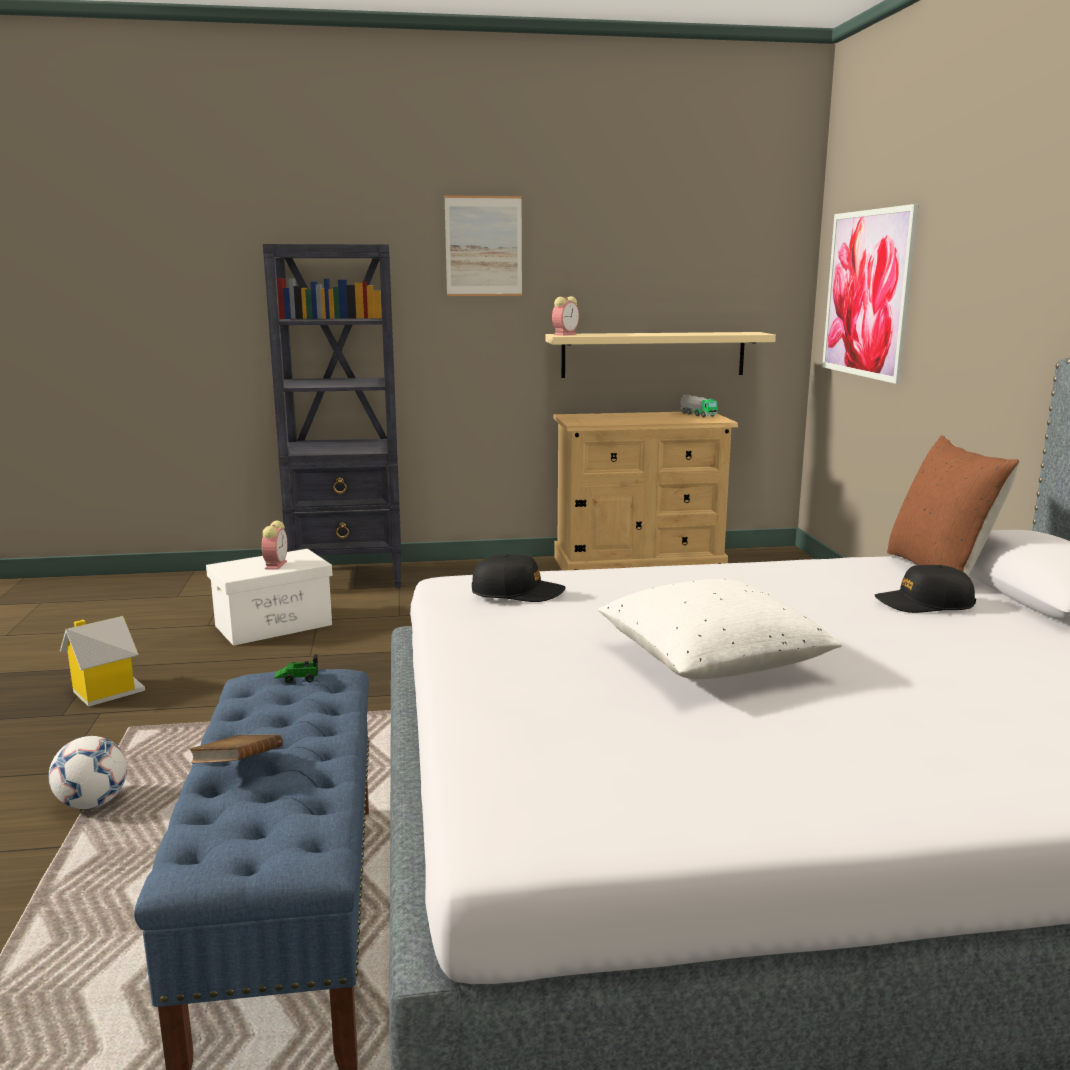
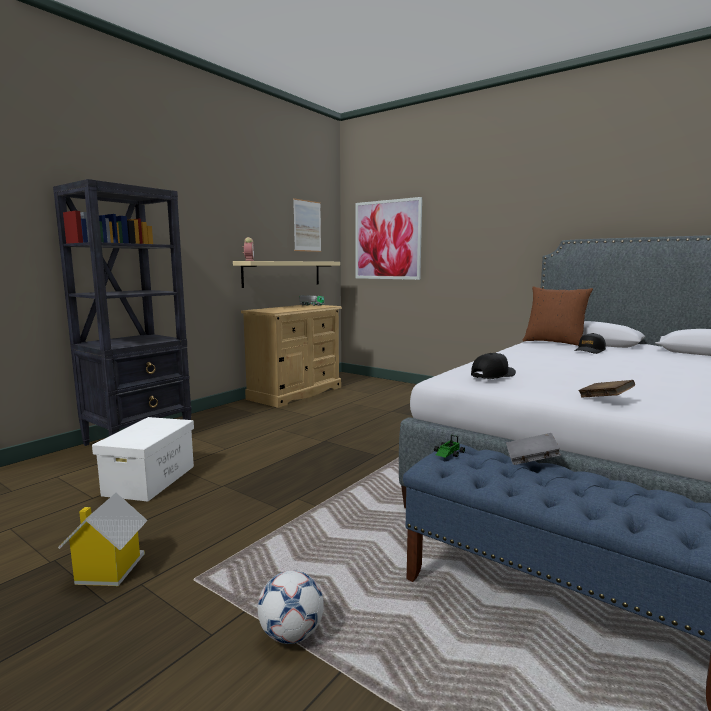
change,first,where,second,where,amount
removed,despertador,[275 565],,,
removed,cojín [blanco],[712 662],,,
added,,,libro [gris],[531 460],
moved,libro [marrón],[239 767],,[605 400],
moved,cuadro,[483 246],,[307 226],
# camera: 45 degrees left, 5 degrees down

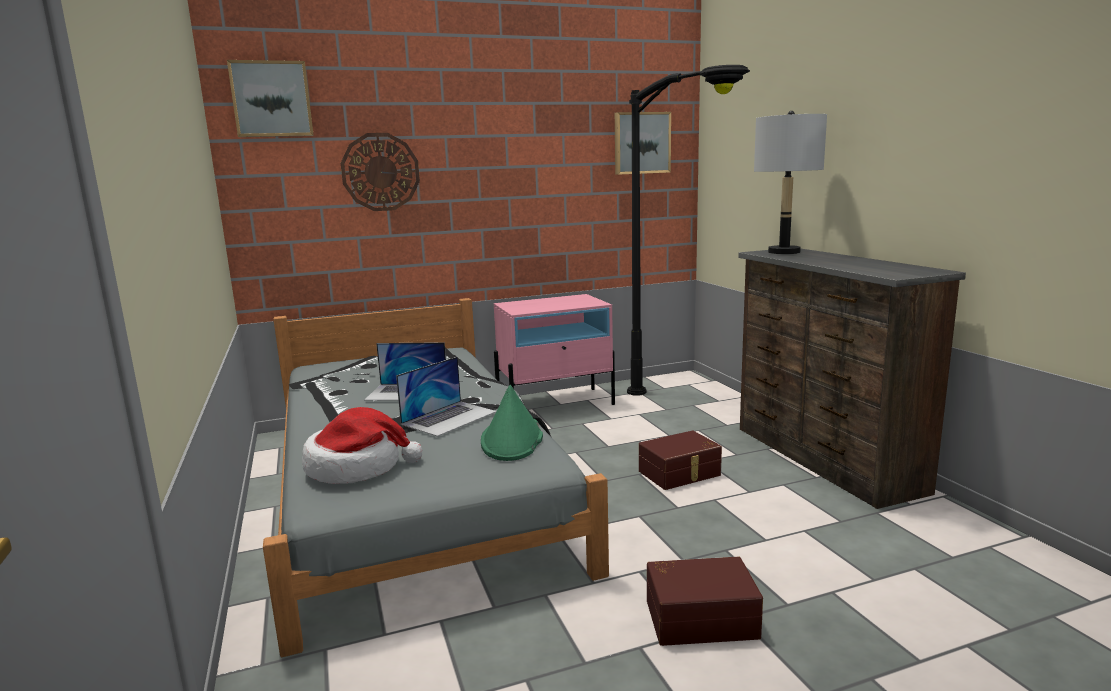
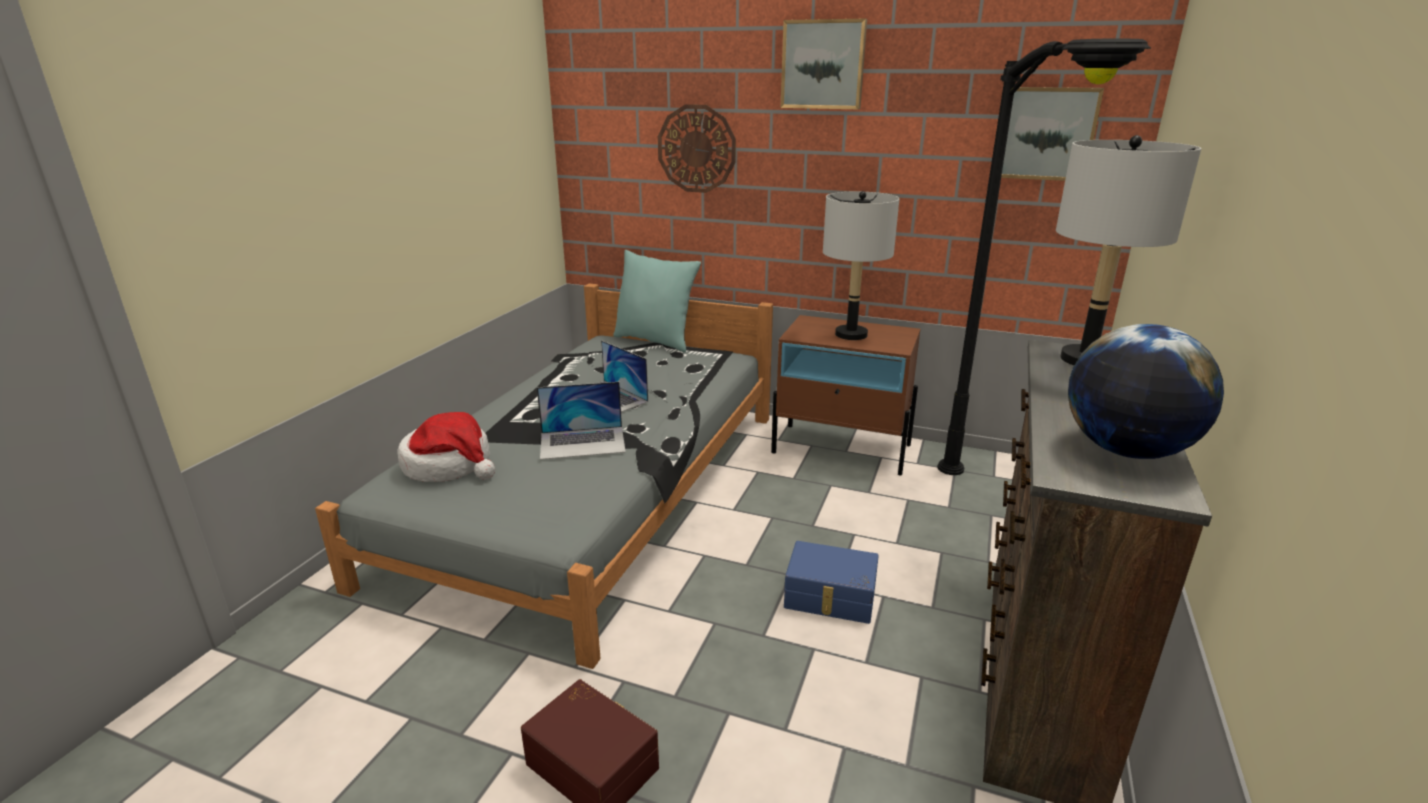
change,first,where,second,where,amount
removed,sombrero [verde],[512 440],,,
added,,,cojín [turquesa],[656 341],
added,,,lámpara de mesa [gris],[851 335],
added,,,globo terráqueo,[1126 451],
moved,cuadro,[271 99],,[823 64],
recoloured,mesita de noche [rosa],[556 403],mesita de noche [marrón],[842 449],
recoloured,caja de almacenaje [marrón],[680 474],caja de almacenaje [azul],[830 597],
# camera: 40 degrees right, 10 degrees up

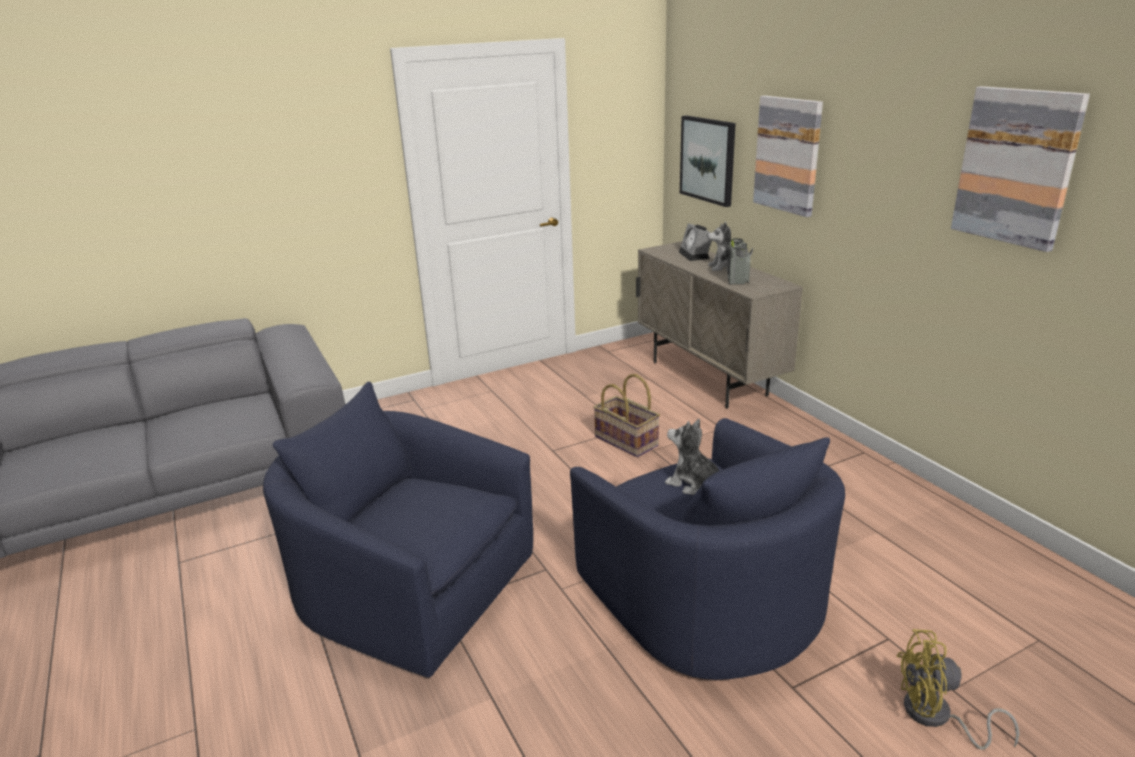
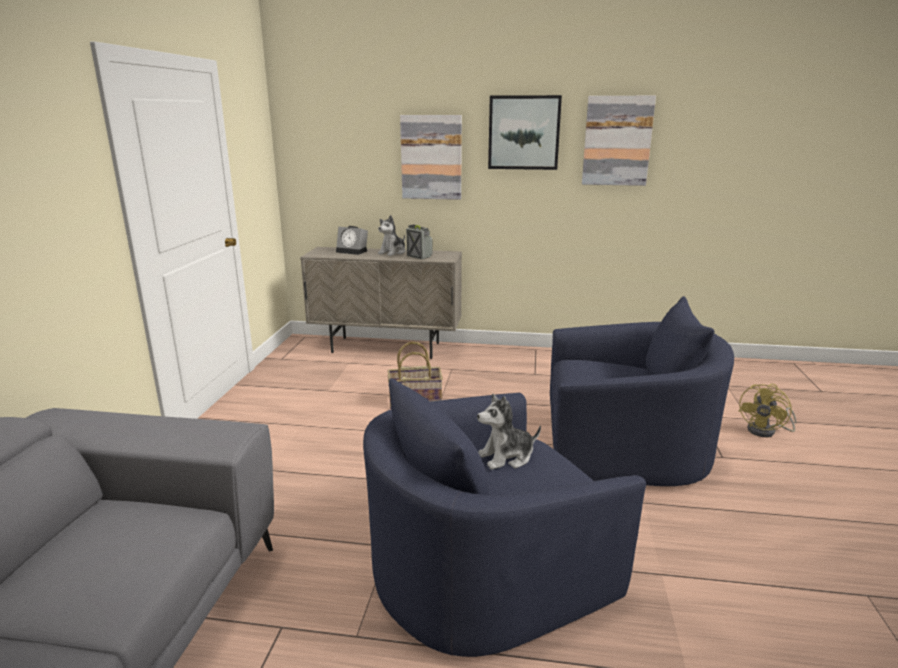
change,first,where,second,where,amount
moved,peluche,[693 483],,[507 457],
moved,cuadro,[708 160],,[524 132],
# camera: 55 degrees left, 5 degrees down

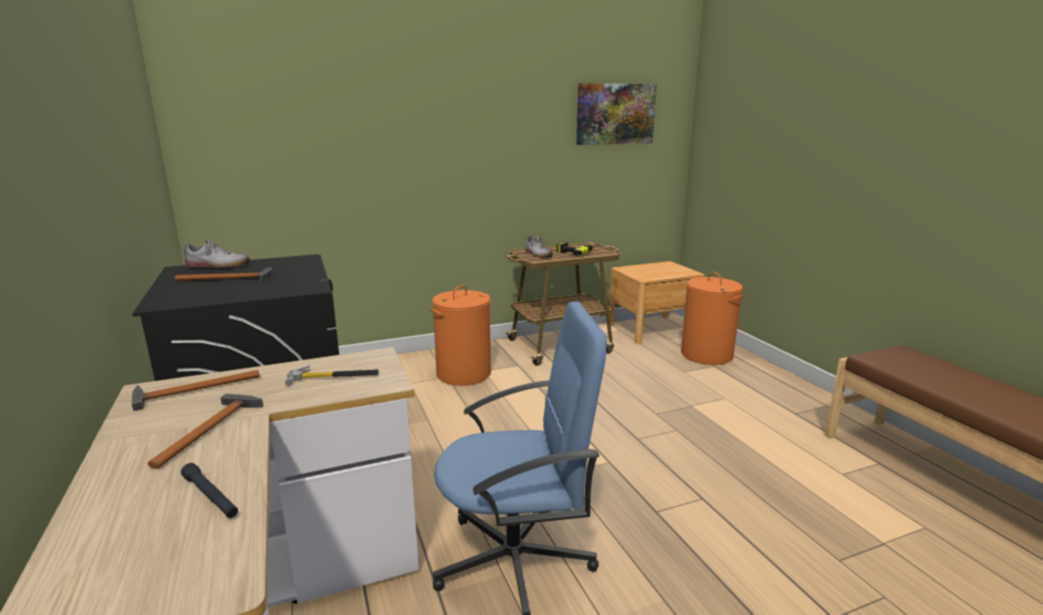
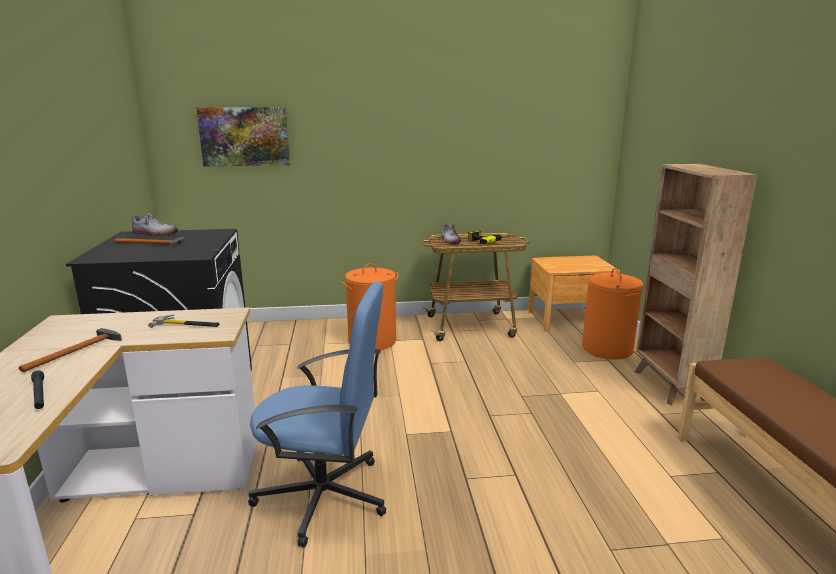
change,first,where,second,where,amount
removed,martillo,[191 390],,,
added,,,estantería [marrón],[670 387],
moved,cuadro,[615 114],,[244 136],
# camera: 15 degrees right, 0 degrees up

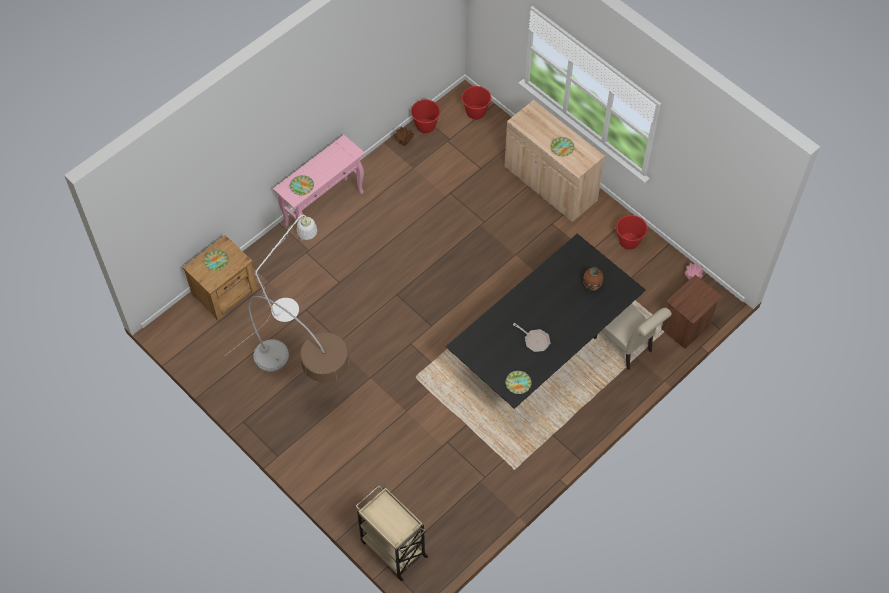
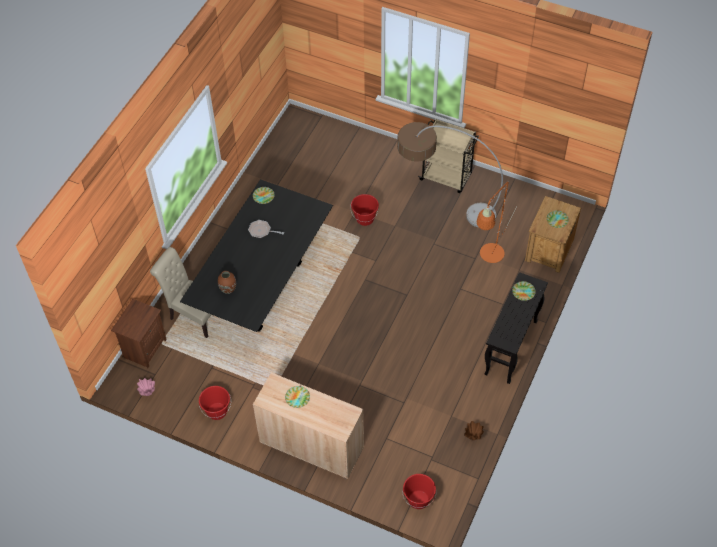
change,first,where,second,where,amount
moved,carrito [beis],[392 548],,[446 177],
moved,cubo [rojo],[425 126],,[365 219],
recoloured,lámpara de pie [blanco],[291 305],lámpara de pie [naranja],[489 258],
recoloured,mesa consola [rosa],[324 208],mesa consola [negro],[511 348],
# camera: 160 degrees right, 5 degrees down

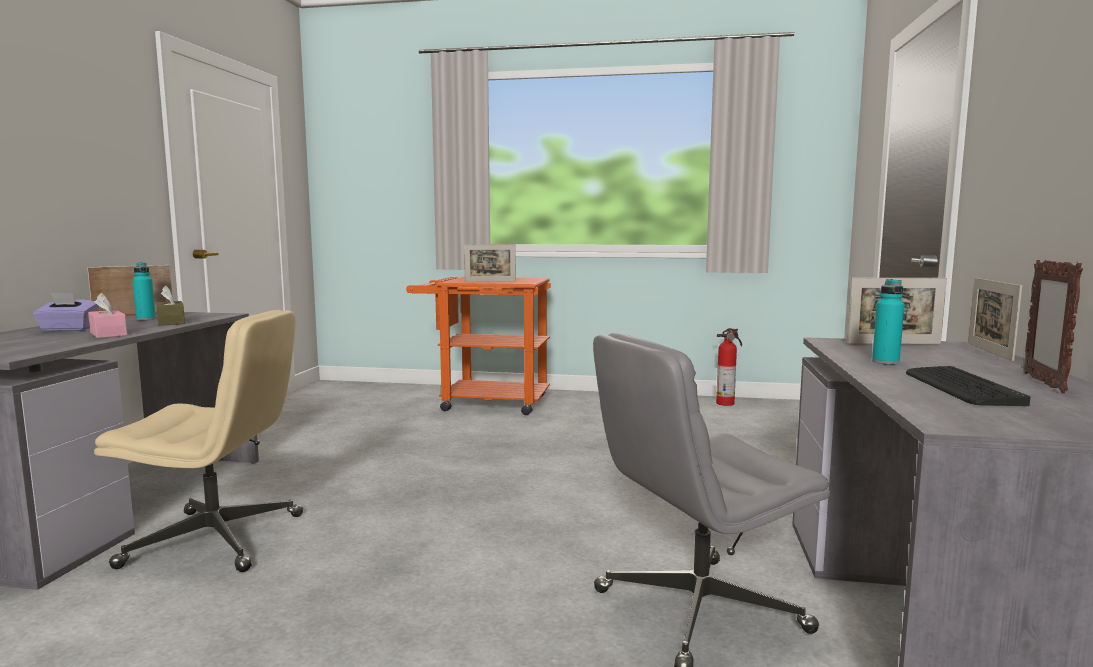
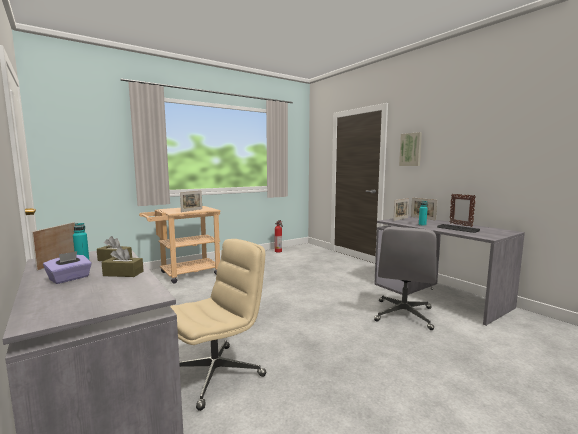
change,first,where,second,where,amount
added,,,cuadro,[411 149],
recoloured,caja de pañuelos [rosa],[108 334],caja de pañuelos [marrón],[123 273],
recoloured,carrito [naranja],[484 402],carrito [beis],[184 274],
# camera: 45 degrees left, 0 degrees up

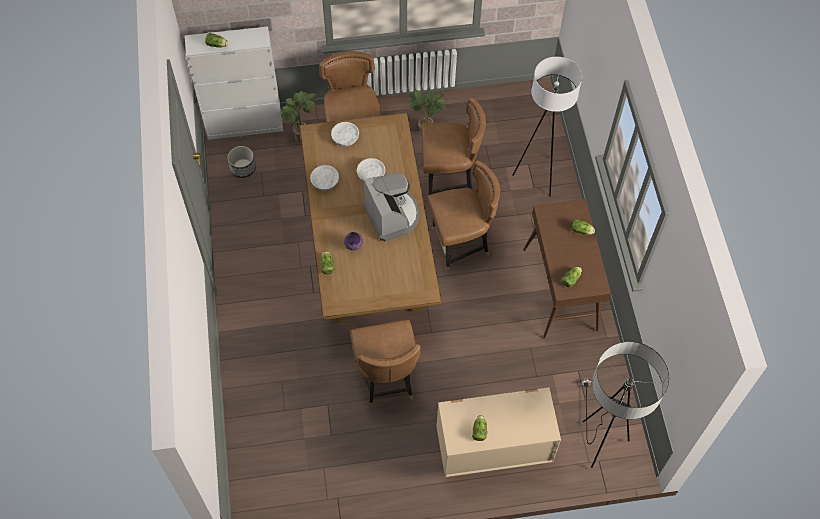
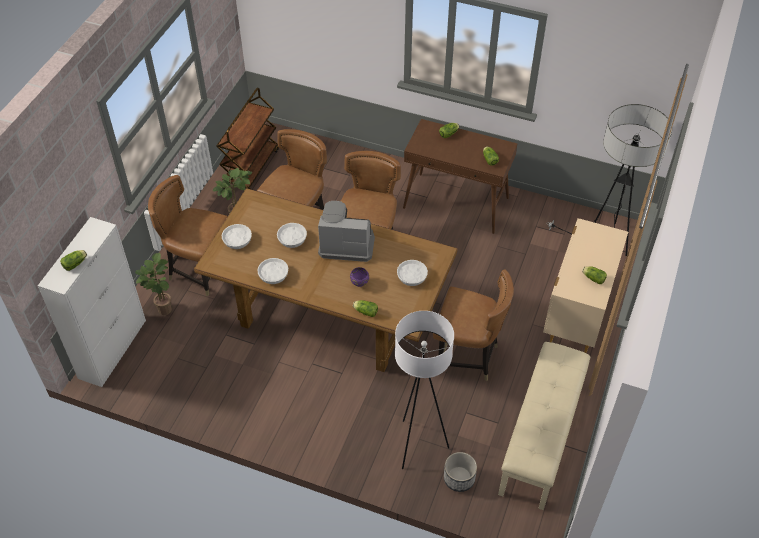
change,first,where,second,where,amount
added,,,carrito [marrón],[251 168],
added,,,cuenco [blanco],[412 277],
added,,,banco [beis],[541 438],
moved,maceta,[243 168],,[459 479],
moved,lámpara de pie [blanco],[538 176],,[418 444],
# camera: 60 degrees left, 10 degrees down

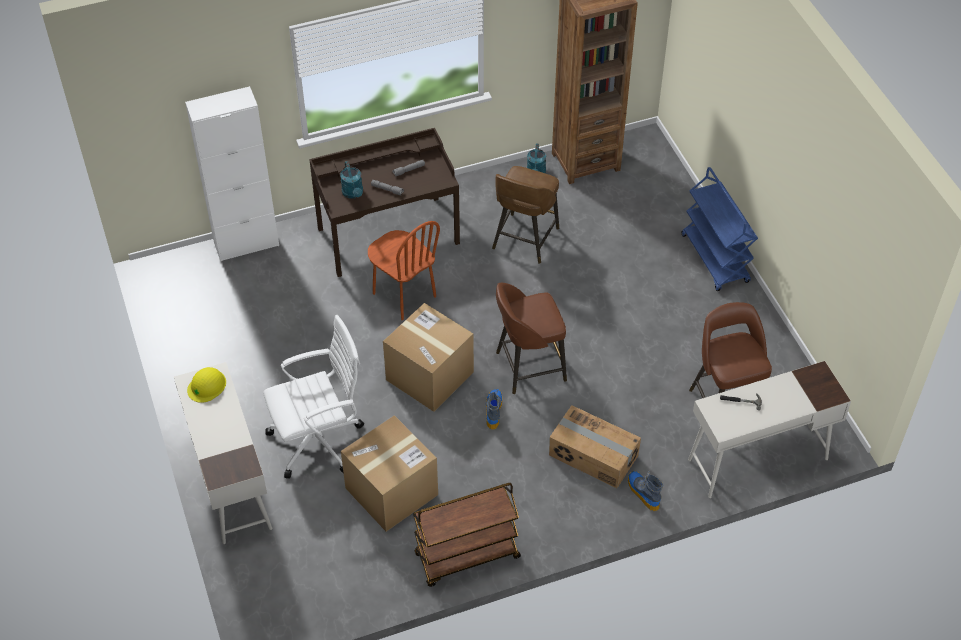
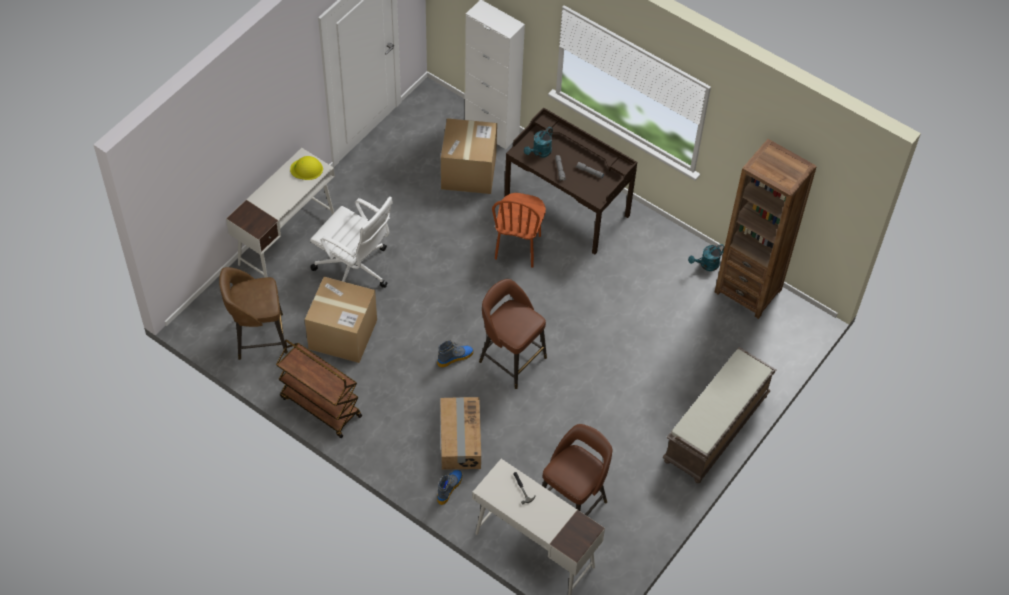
change,first,where,second,where,amount
moved,caja de cartón,[429 376],,[468 172],
moved,taburete [marrón],[524 240],,[258 336],
replaced,carrito [azul],[715 259],banco [marrón],[716 429],
# camera: 55 degrees right, 5 degrees up

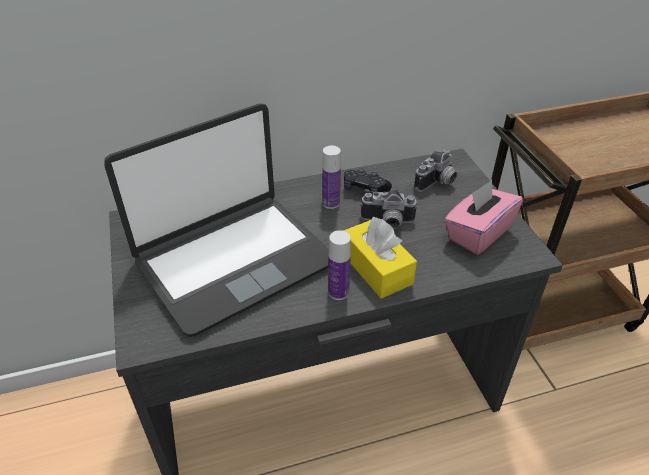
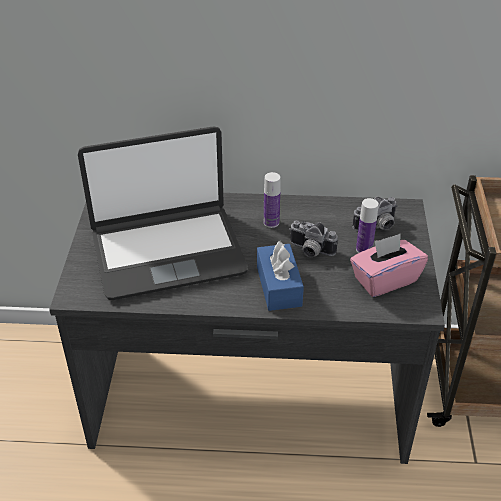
change,first,where,second,where,amount
removed,mando de consola [negro],[365 189],,,
moved,botella,[338 292],,[364 249],
recoloured,caja de pañuelos [amarillo],[376 268],caja de pañuelos [azul],[279 286],
# camera: 20 degrees right, 0 degrees up

